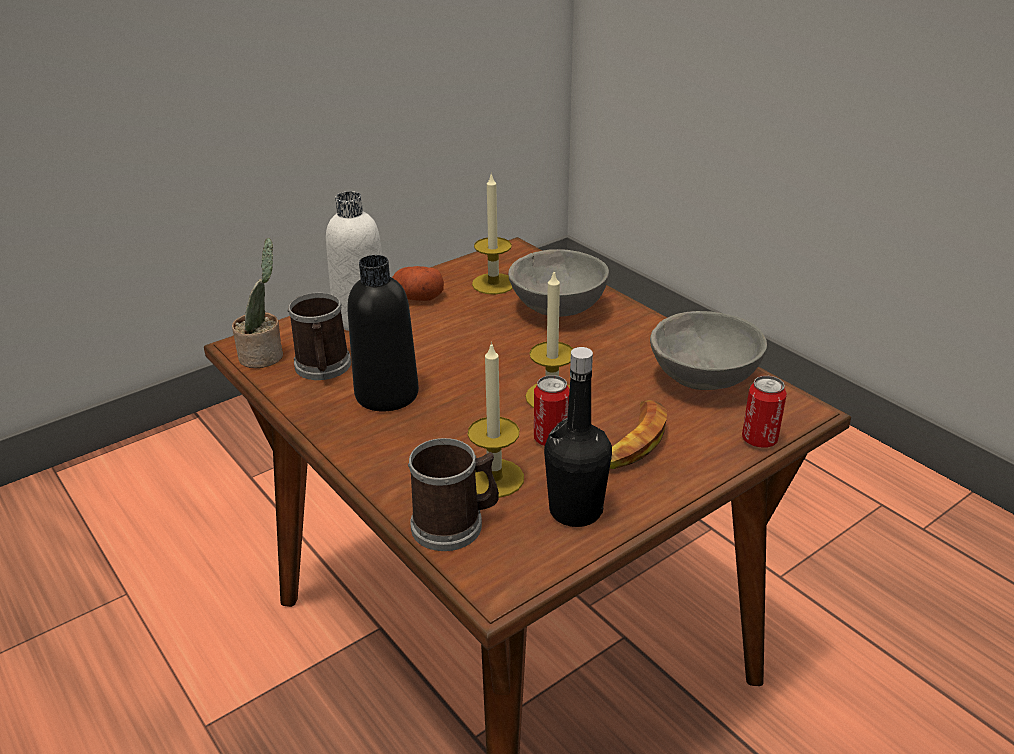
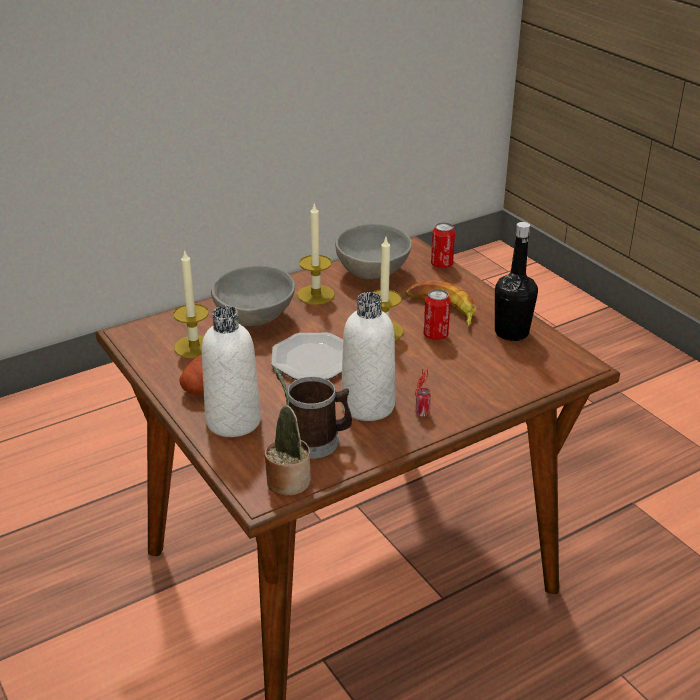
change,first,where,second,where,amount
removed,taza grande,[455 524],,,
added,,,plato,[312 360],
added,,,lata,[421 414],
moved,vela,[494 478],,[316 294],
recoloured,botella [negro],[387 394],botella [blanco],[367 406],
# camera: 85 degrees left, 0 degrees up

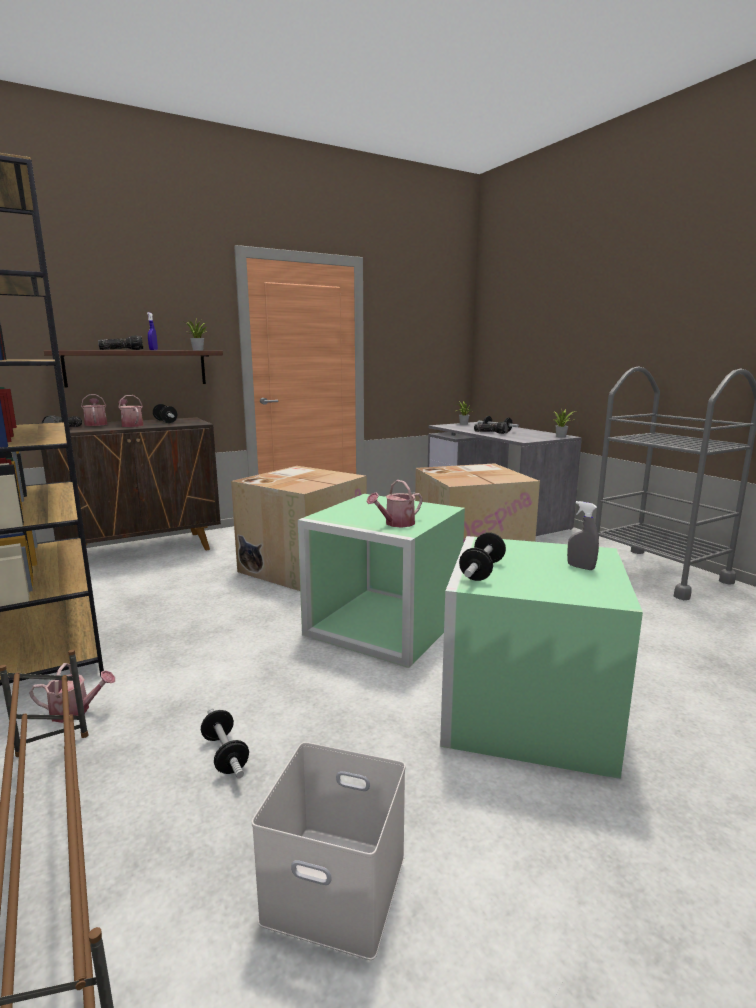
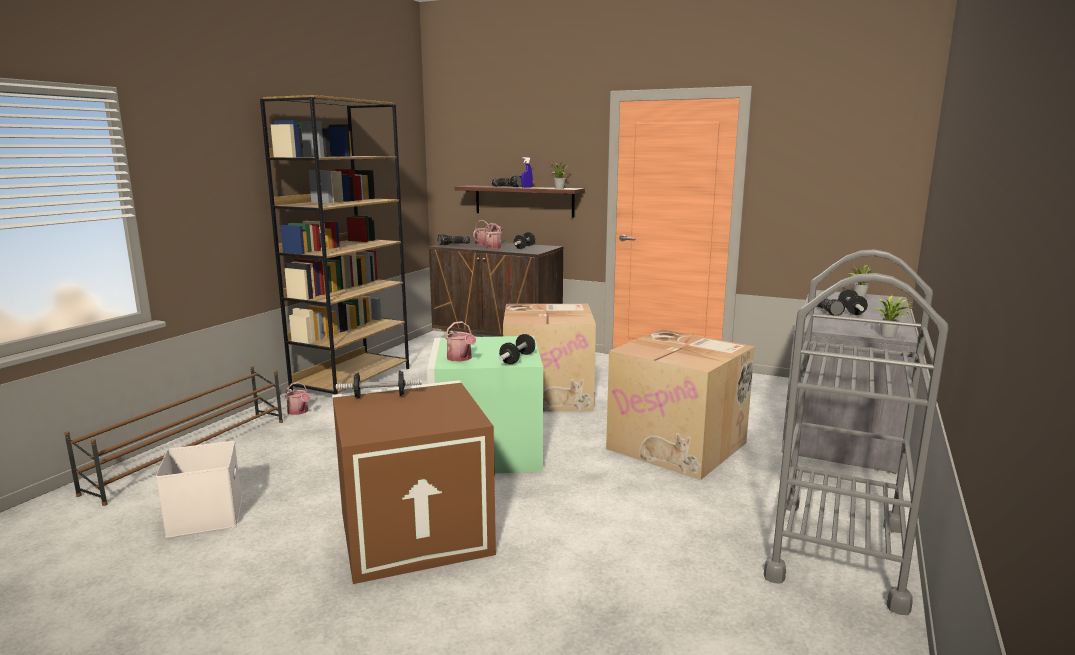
change,first,where,second,where,amount
removed,pulverizador [gris],[580 567],,,
moved,mancuerna,[225 754],,[517 359],
recoloured,caja de almacenaje [verde],[525 708],caja de almacenaje [marrón],[416 530],
turned,regadera,[396 524],,[461 358],135 degrees counterclockwise
# camera: 55 degrees right, 0 degrees up

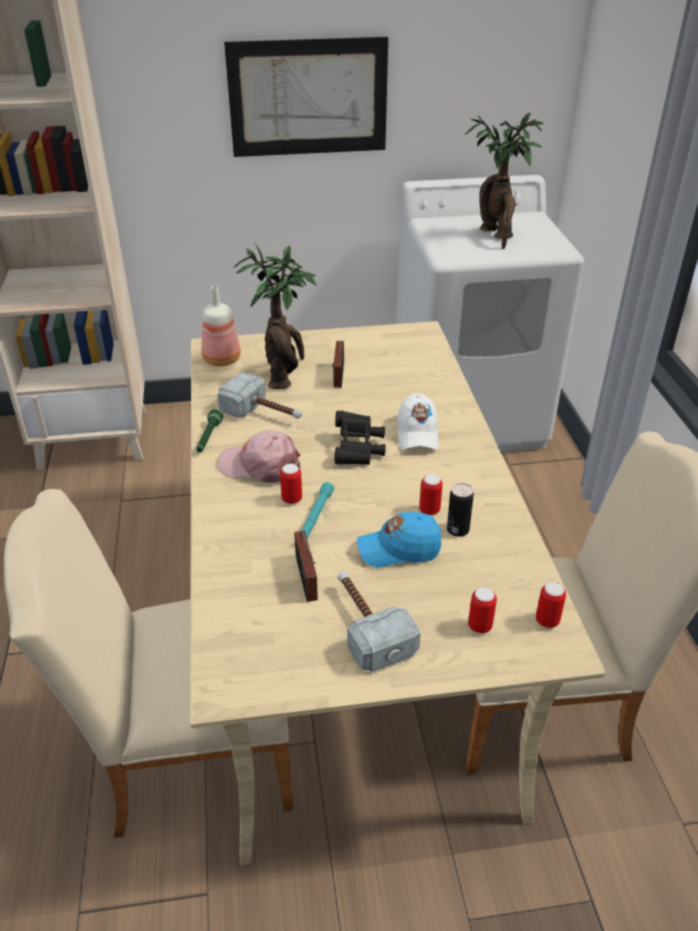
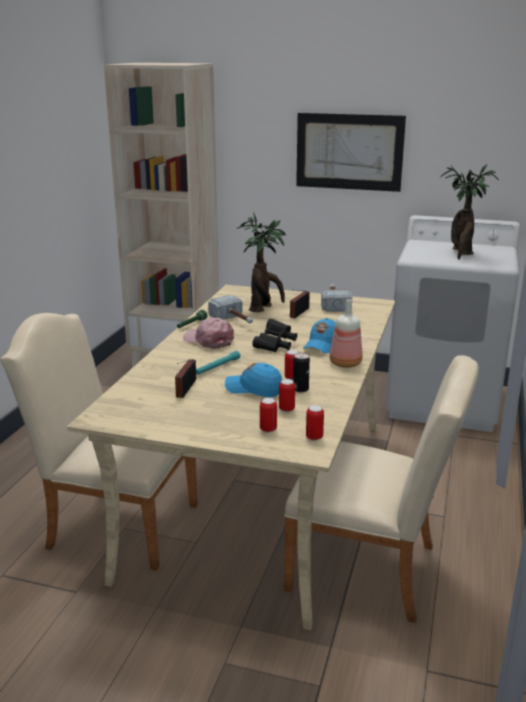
change,first,where,second,where,amount
moved,botella,[220 360],,[344 363],
moved,lata,[292 499],,[286 409],
moved,martillo,[366 625],,[334 303],
recoloured,gorra [blanco],[417 433],gorra [azul],[322 345],
# camera: 25 degrees right, 15 degrees down

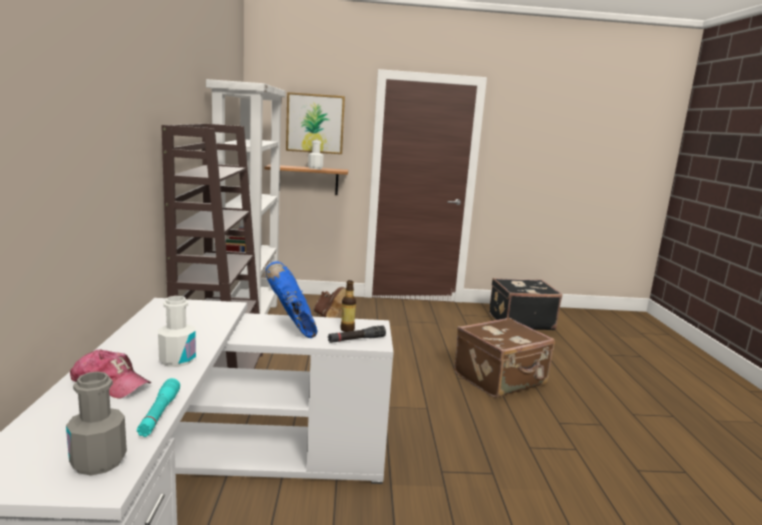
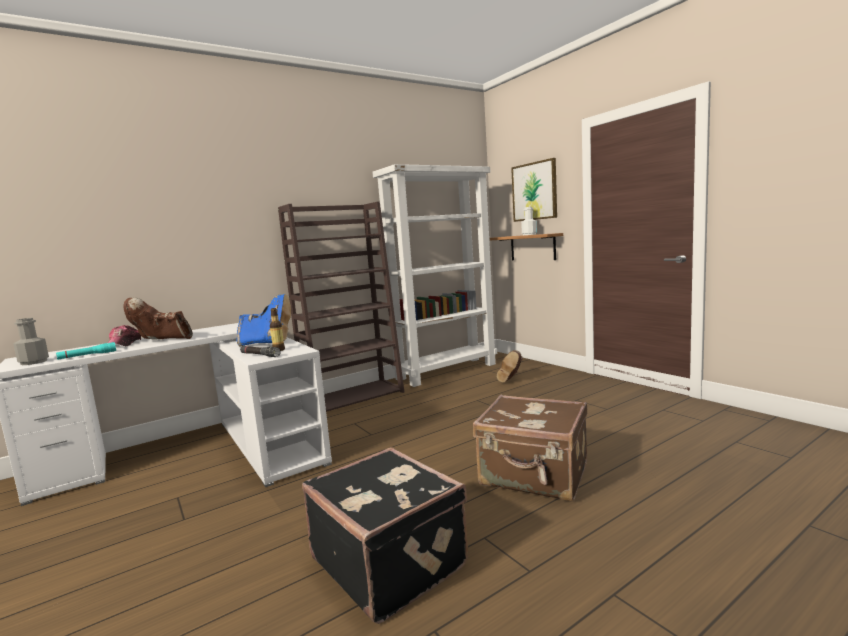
change,first,where,second,where,amount
moved,maleta [negro],[520 321],,[390 561],
replaced,botella [blanco],[177 360],bota [marrón],[162 341],
turned,bota [azul],[293 326],,[267 343],60 degrees clockwise
# camera: 60 degrees right, 5 degrees down

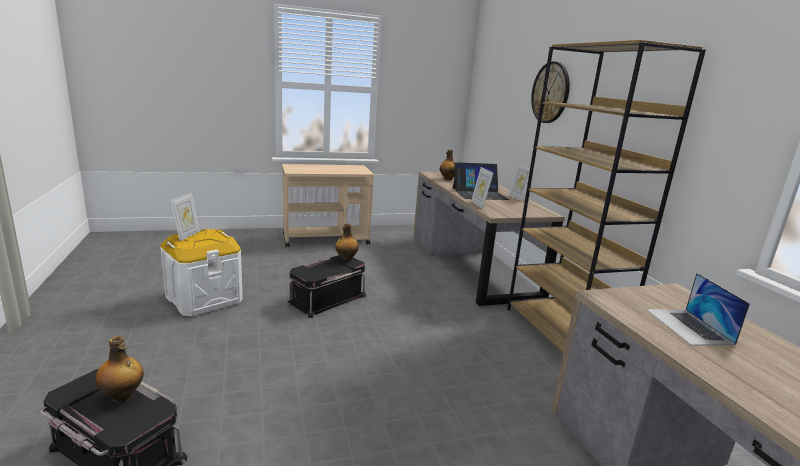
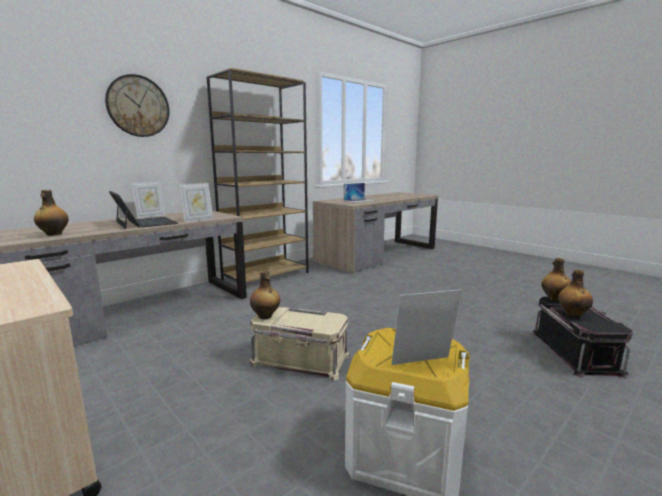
change,first,where,second,where,amount
added,,,botella,[554 299],
recoloured,caja de almacenaje [negro],[327 299],caja de almacenaje [beis],[299 360],
# camera: 115 degrees left, 5 degrees down

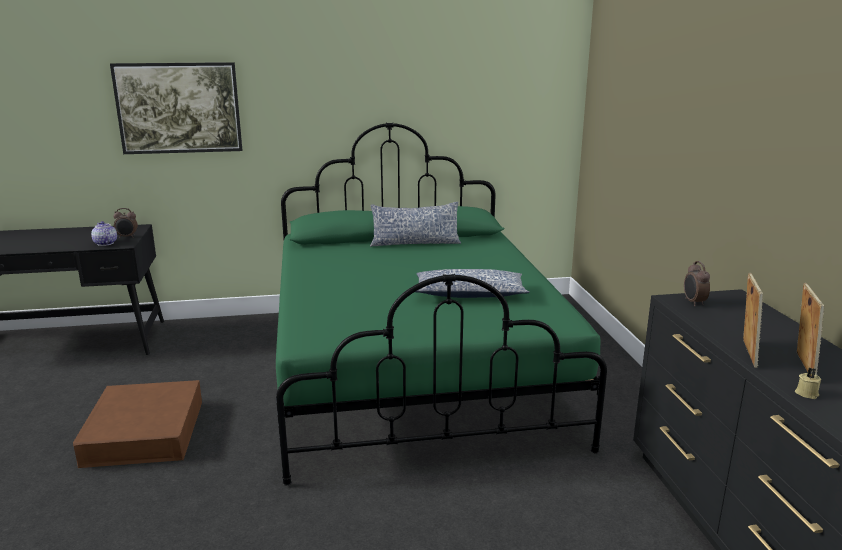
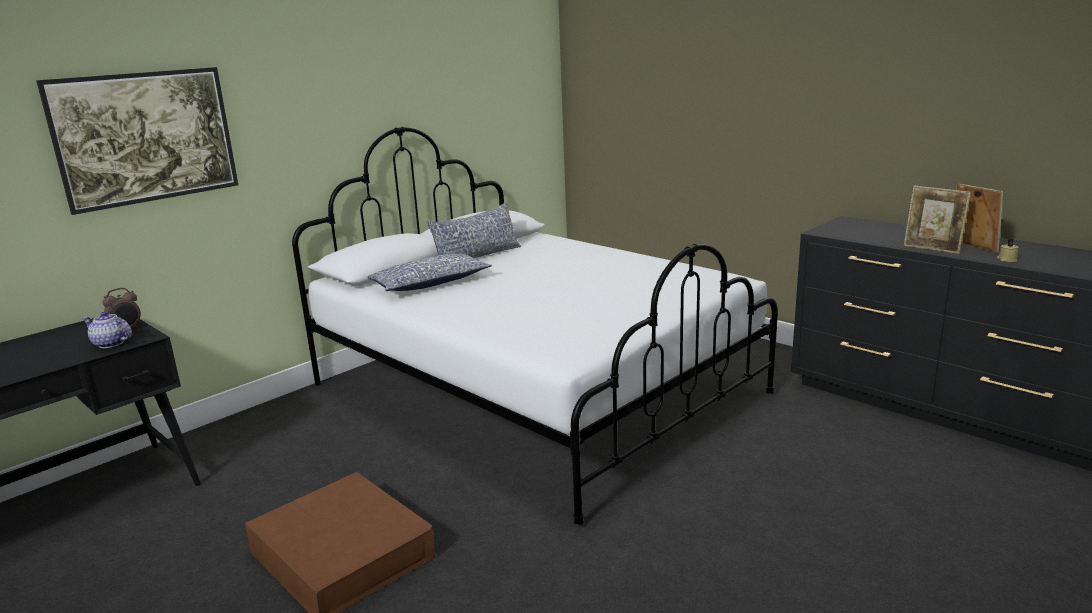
change,first,where,second,where,amount
removed,despertador,[693 302],,,
moved,cojín,[469 294],,[430 284],
recoloured,cama [verde],[414 370],cama [blanco],[534 389],
turned,portarretratos,[746 353],,[932 249],150 degrees clockwise
# camera: 35 degrees left, 0 degrees up

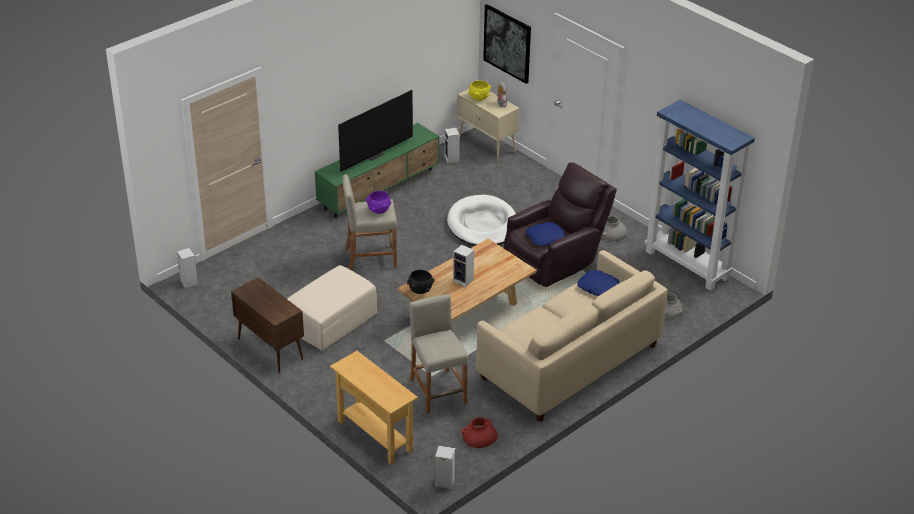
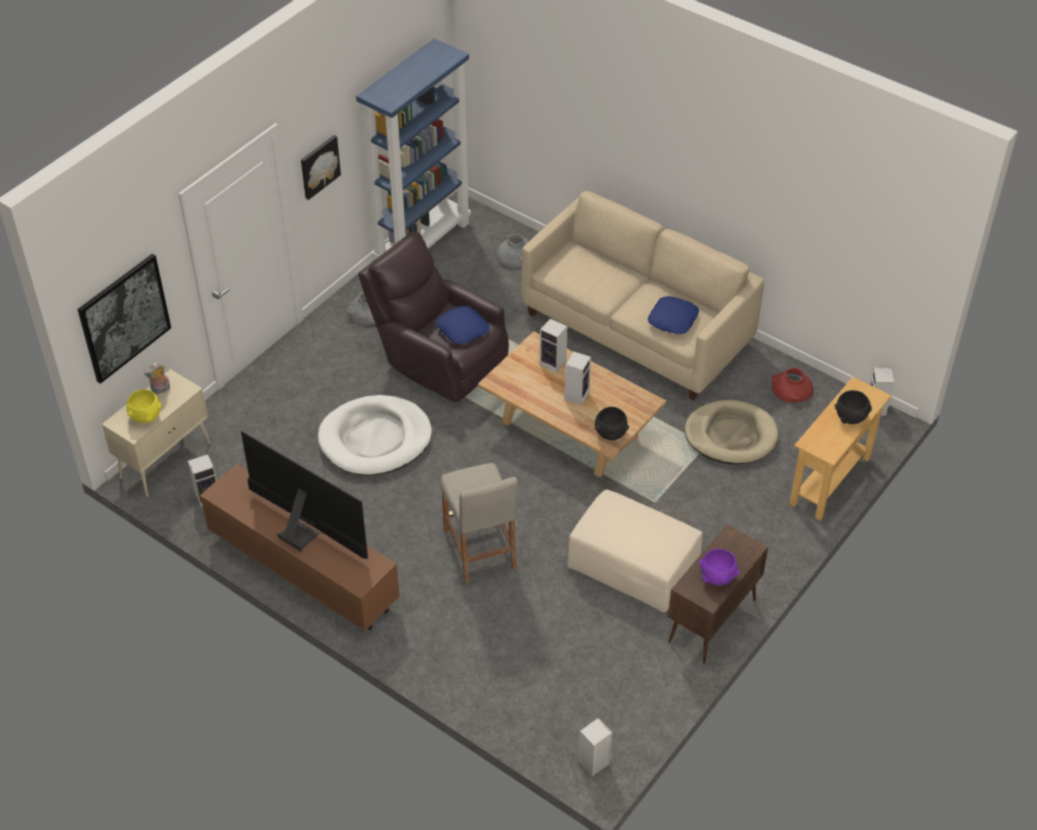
change,first,where,second,where,amount
added,,,cuadro,[319 166],
added,,,altavoz,[554 362],
added,,,cuenco [negro],[851 417],
moved,cuenco [morado],[379 210],,[718 577],
moved,cojín [azul],[598 287],,[673 320],
replaced,taburete [beis],[438 391],cama para perro [beis],[730 435],
recoloured,mueble de televisión [verde],[380 189],mueble de televisión [marrón],[303 570],
# camera: 100 degrees left, 10 degrees up

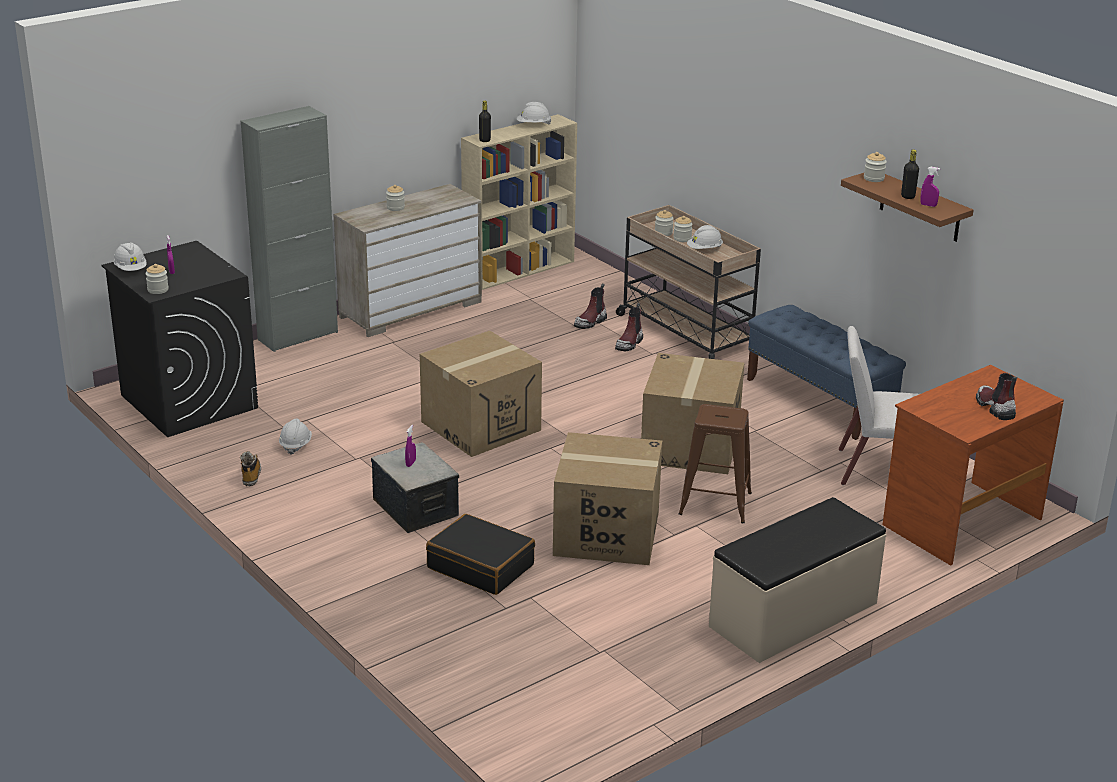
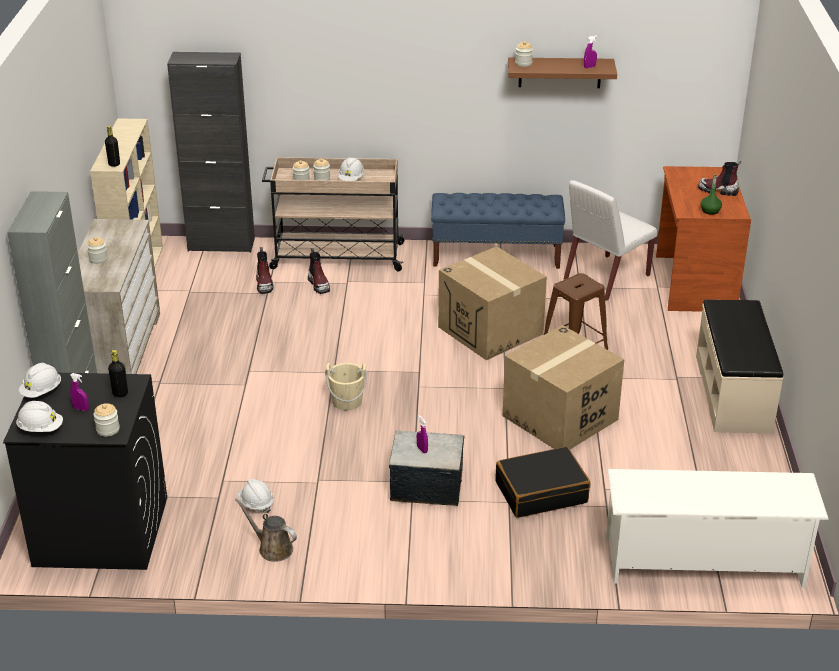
change,first,where,second,where,amount
added,,,armario [negro],[221 244],
added,,,zapatero [blanco],[704 562],
added,,,botella [verde],[710 210],
moved,casco [blanco],[533 125],,[42 391],
moved,botella [negro],[908 196],,[120 393],
replaced,bota,[251 475],regadera [marrón],[272 548],
replaced,caja de cartón,[481 426],cubo [beis],[347 401],
# camera: 50 degrees left, 5 degrees up

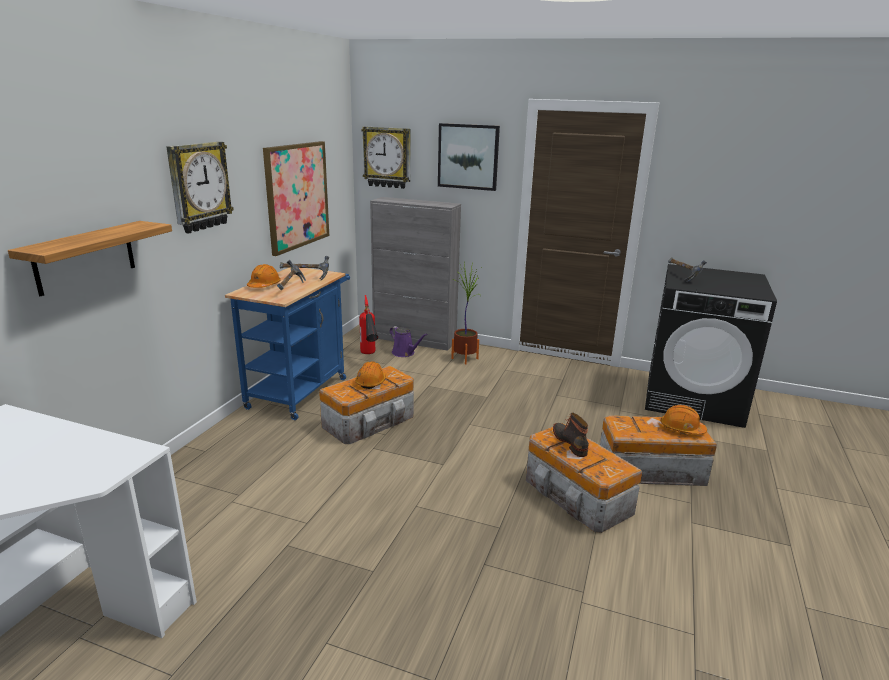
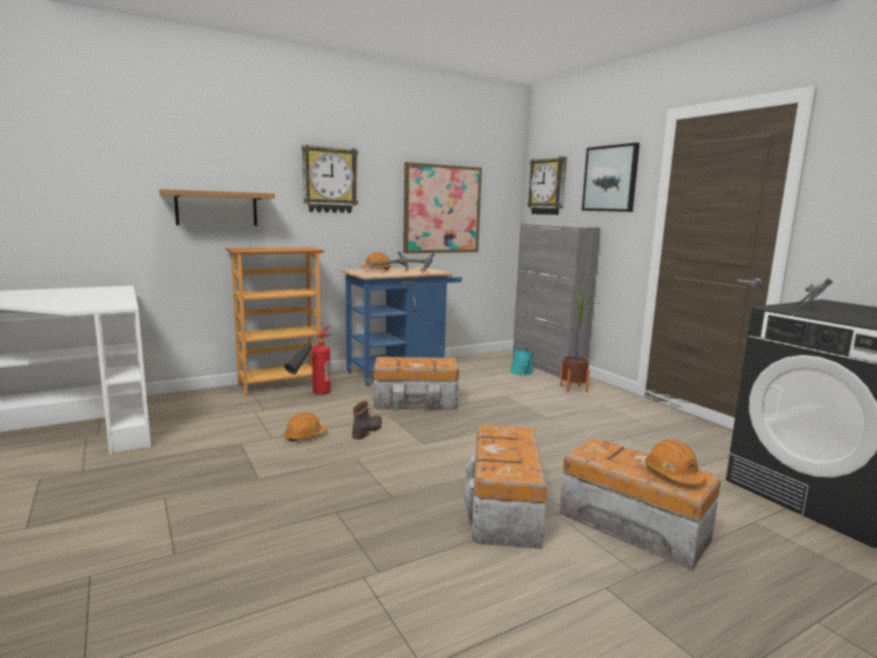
change,first,where,second,where,amount
added,,,estantería,[280 385],
moved,casco [naranja],[371 382],,[305 436],
moved,extintor,[369 357],,[311 396],
moved,bota,[570 442],,[368 430],
recoloured,regadera [morado],[405 353],regadera [turquesa],[522 373],
# camera: 40 degrees right, 10 degrees down

